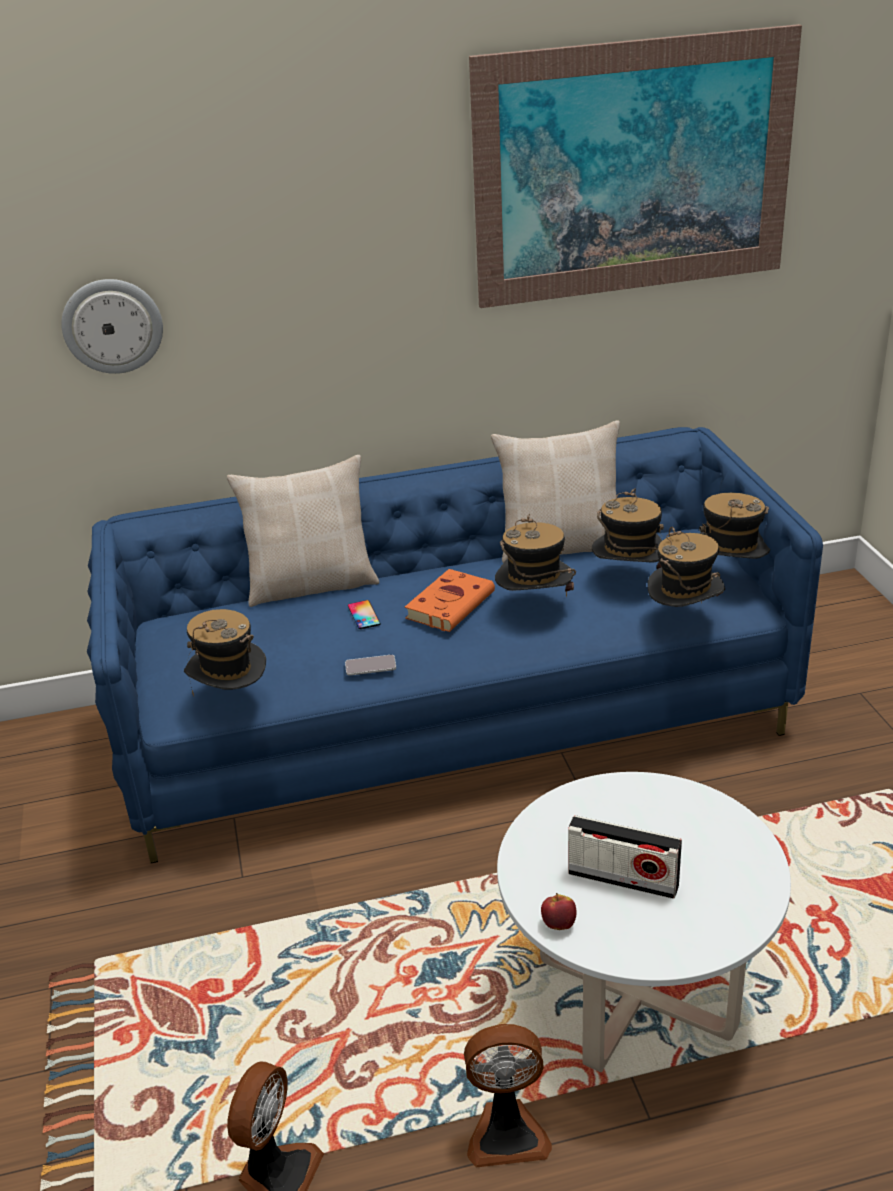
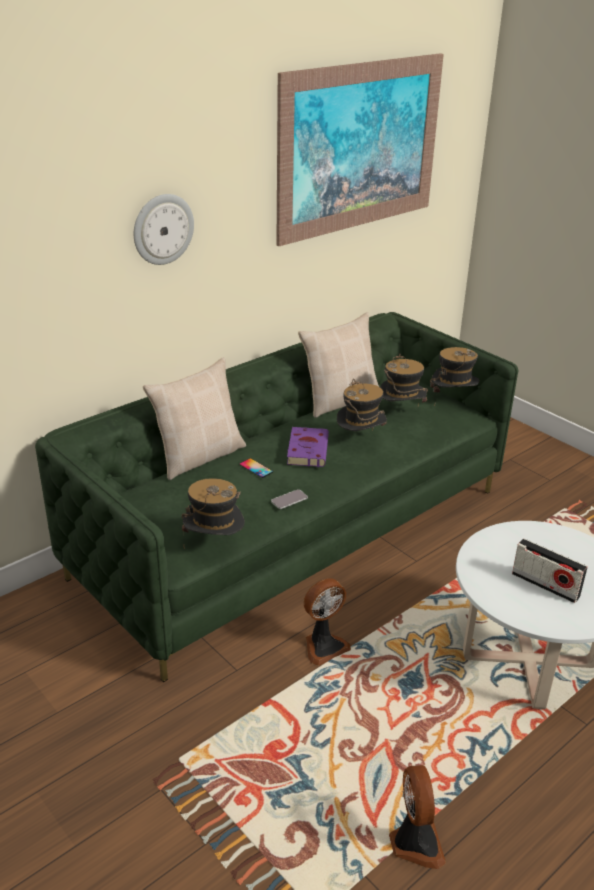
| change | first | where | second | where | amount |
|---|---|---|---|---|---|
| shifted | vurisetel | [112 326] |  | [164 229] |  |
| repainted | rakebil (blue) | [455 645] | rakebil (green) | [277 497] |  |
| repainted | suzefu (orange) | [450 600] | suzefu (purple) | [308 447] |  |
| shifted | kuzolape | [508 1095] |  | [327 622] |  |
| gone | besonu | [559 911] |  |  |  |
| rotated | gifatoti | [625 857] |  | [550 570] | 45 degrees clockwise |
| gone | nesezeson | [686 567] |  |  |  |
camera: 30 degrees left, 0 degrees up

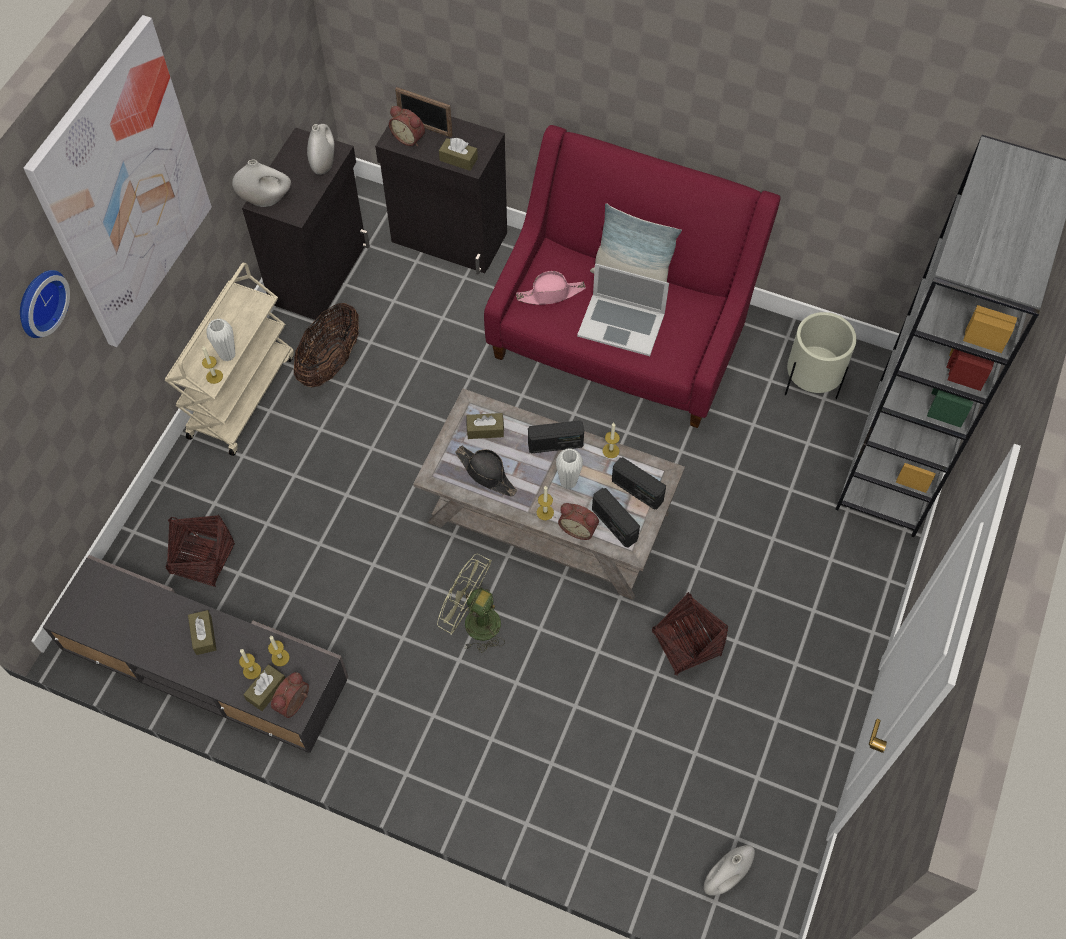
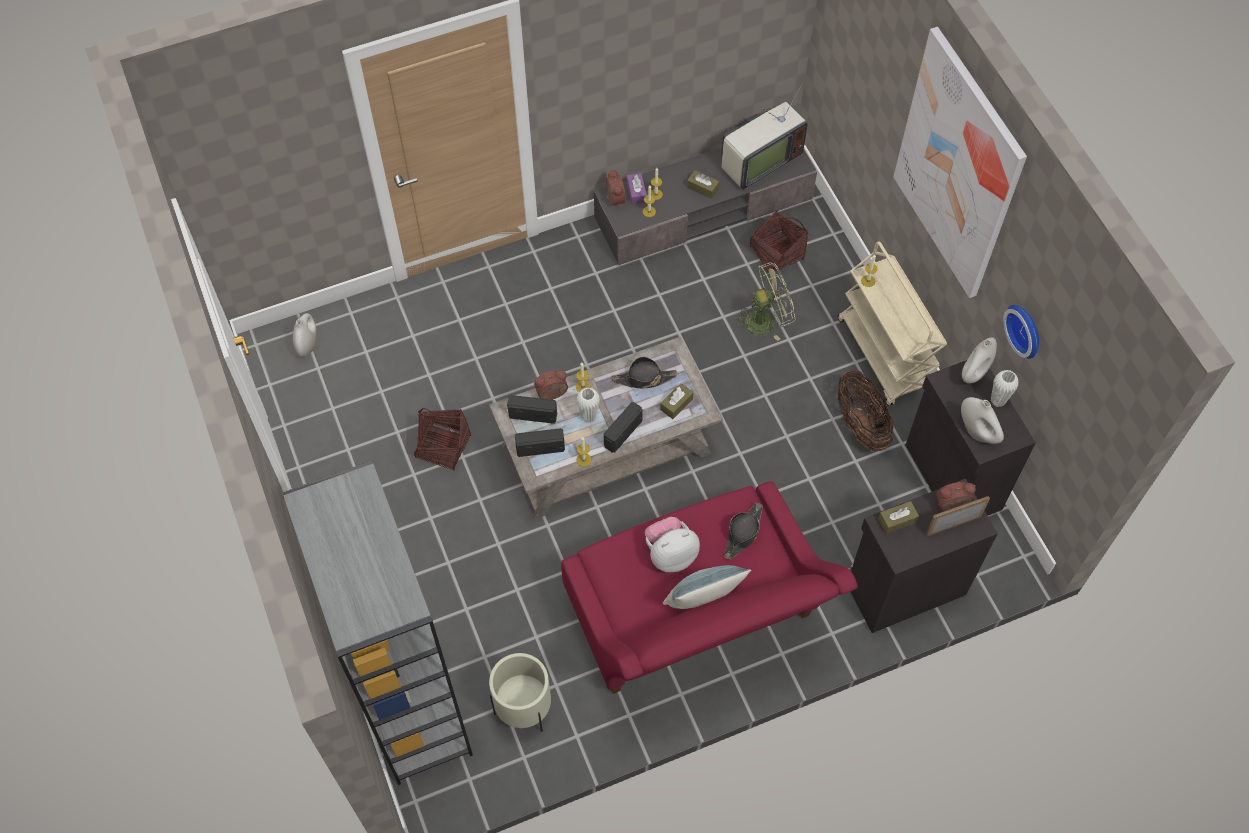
| change | first | where | second | where | amount |
|---|---|---|---|---|---|
| shifted | vurisetel | [45 304] |  | [1021 332] |  |
| shifted | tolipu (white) | [220 340] |  | [1004 388] |  |
| repainted | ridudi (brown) | [264 687] | ridudi (purple) | [637 189] |  |
| shifted | kuzolape (green) | [471 603] |  | [765 302] |  |
| repainted | nesezeson (pink) | [551 288] | nesezeson (black) | [743 531] |  |
| swapped | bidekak | [623 309] | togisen | [672 544] |  |
| new |  |  | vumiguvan | [764 135] |  |
camera: 135 degrees right, 0 degrees up

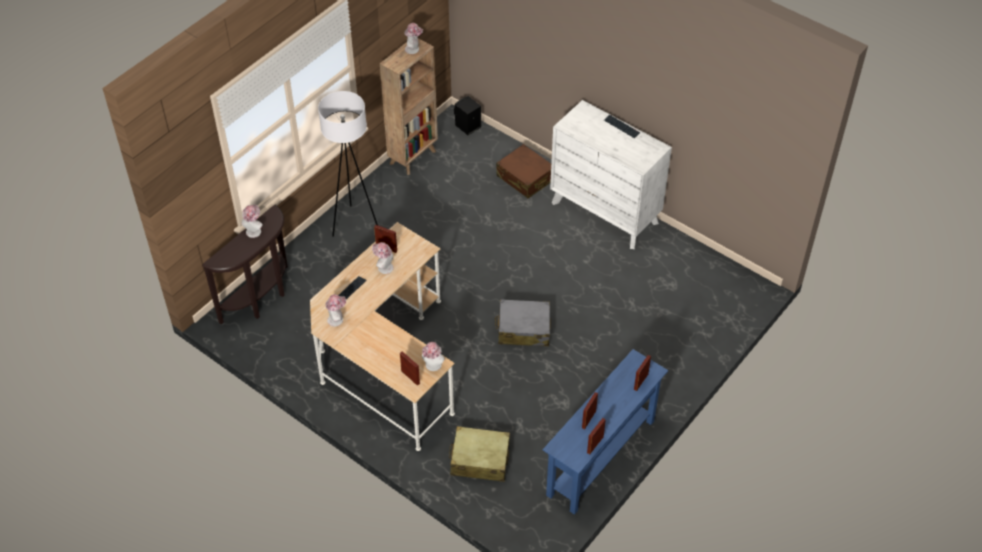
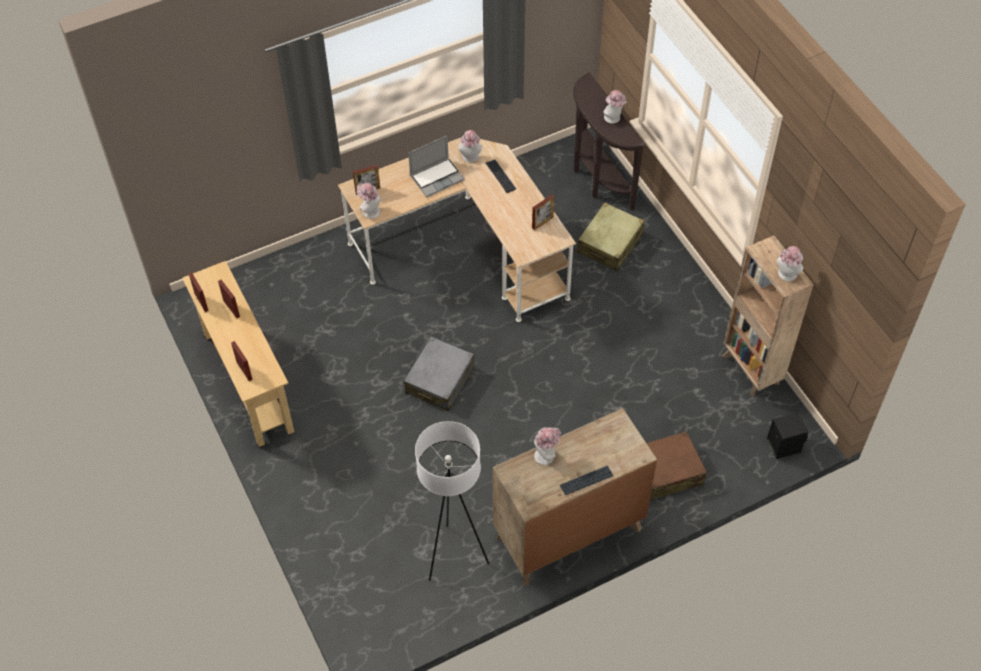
| change | first | where | second | where | amount |
|---|---|---|---|---|---|
| shifted | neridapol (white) | [348 164] |  | [452 501] |  |
| shifted | nesezeson | [382 258] |  | [547 446] |  |
| shifted | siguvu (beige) | [479 454] |  | [610 236] |  |
| repainted | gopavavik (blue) | [605 432] | gopavavik (beige) | [238 354] |  |
| repainted | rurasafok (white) | [611 174] | rurasafok (brown) | [574 497] |  |
| new |  |  | bidekak | [436 166] |  |
camera: 115 degrees right, 5 degrees up

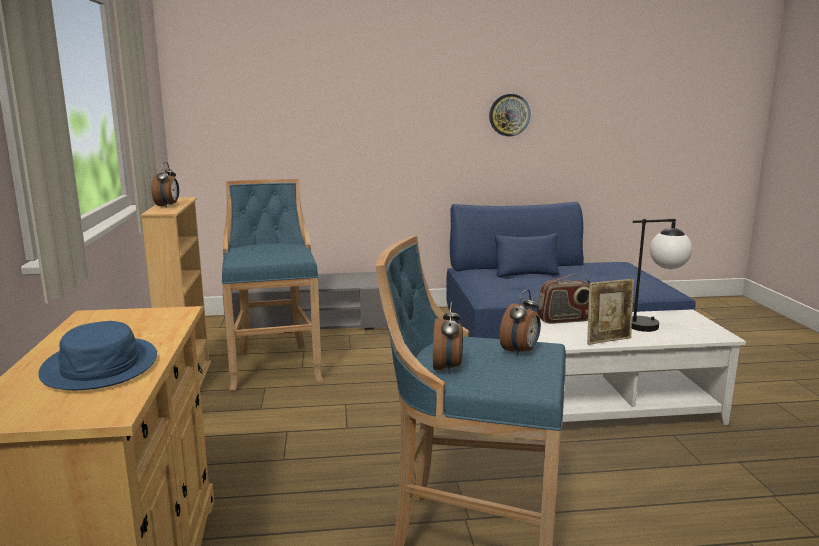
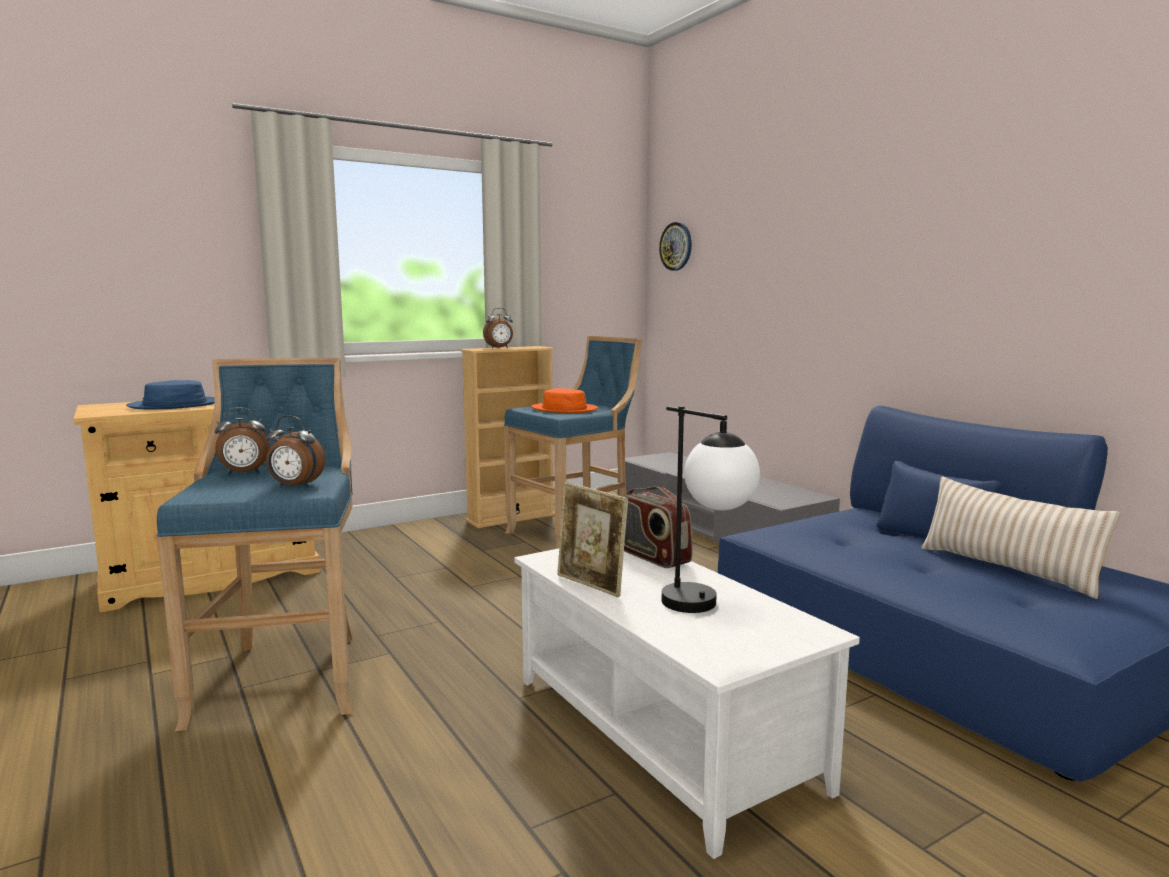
| change | first | where | second | where | amount |
|---|---|---|---|---|---|
| shifted | vurisetel | [510 115] |  | [675 246] |  |
| new |  |  | nesezeson (orange) | [564 400] |  |
| new |  |  | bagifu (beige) | [1020 538] |  |
camera: 65 degrees right, 5 degrees down

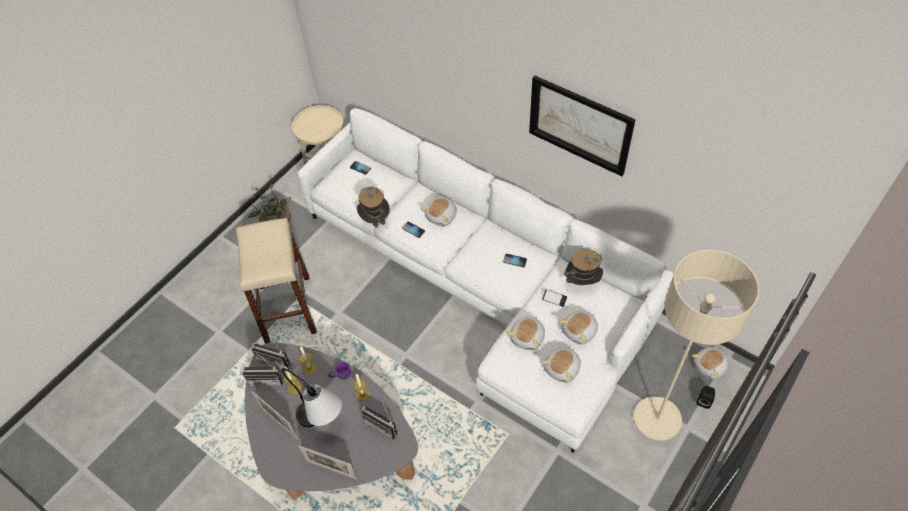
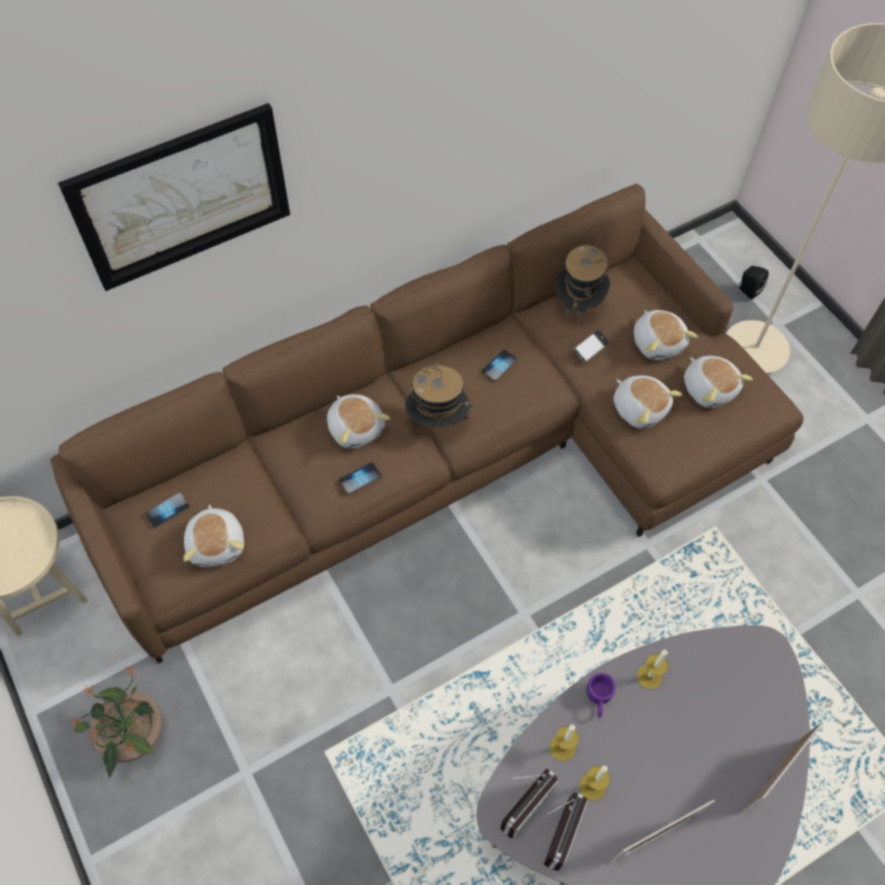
| change | first | where | second | where | amount |
|---|---|---|---|---|---|
| gone | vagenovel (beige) | [276 281] |  |  |  |
| gone | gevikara | [312 397] |  |  |  |
| repainted | rakebil (white) | [485 280] | rakebil (brown) | [427 423] |  |
| shifted | nesezeson | [373 208] |  | [438 393] |  |
| gone | gifatoti | [379 419] |  |  |  |
| shifted | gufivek | [582 125] |  | [174 197] |  |
| shifted | togisen | [710 363] |  | [213 536] |  |
camera: 70 degrees left, 5 degrees up

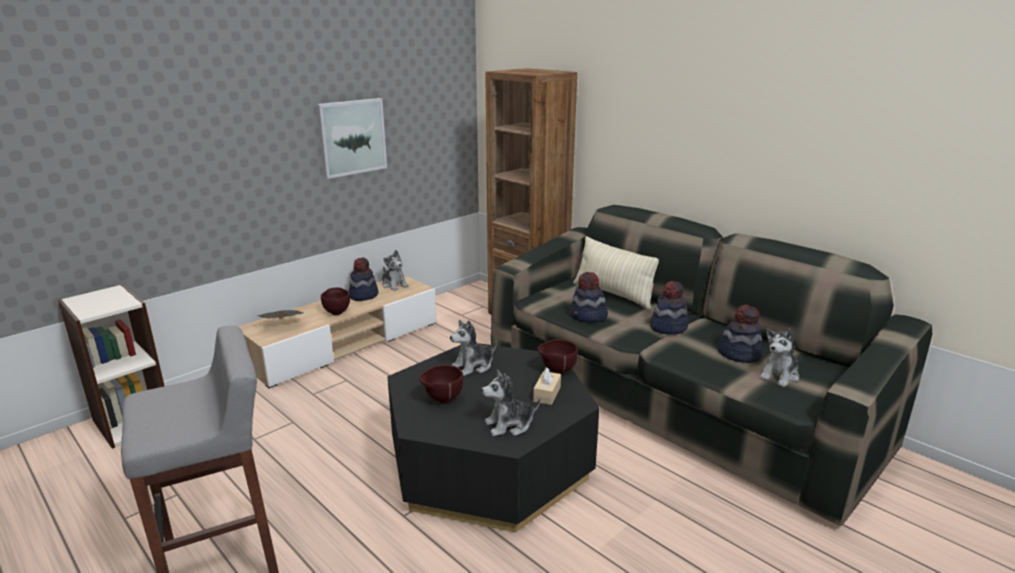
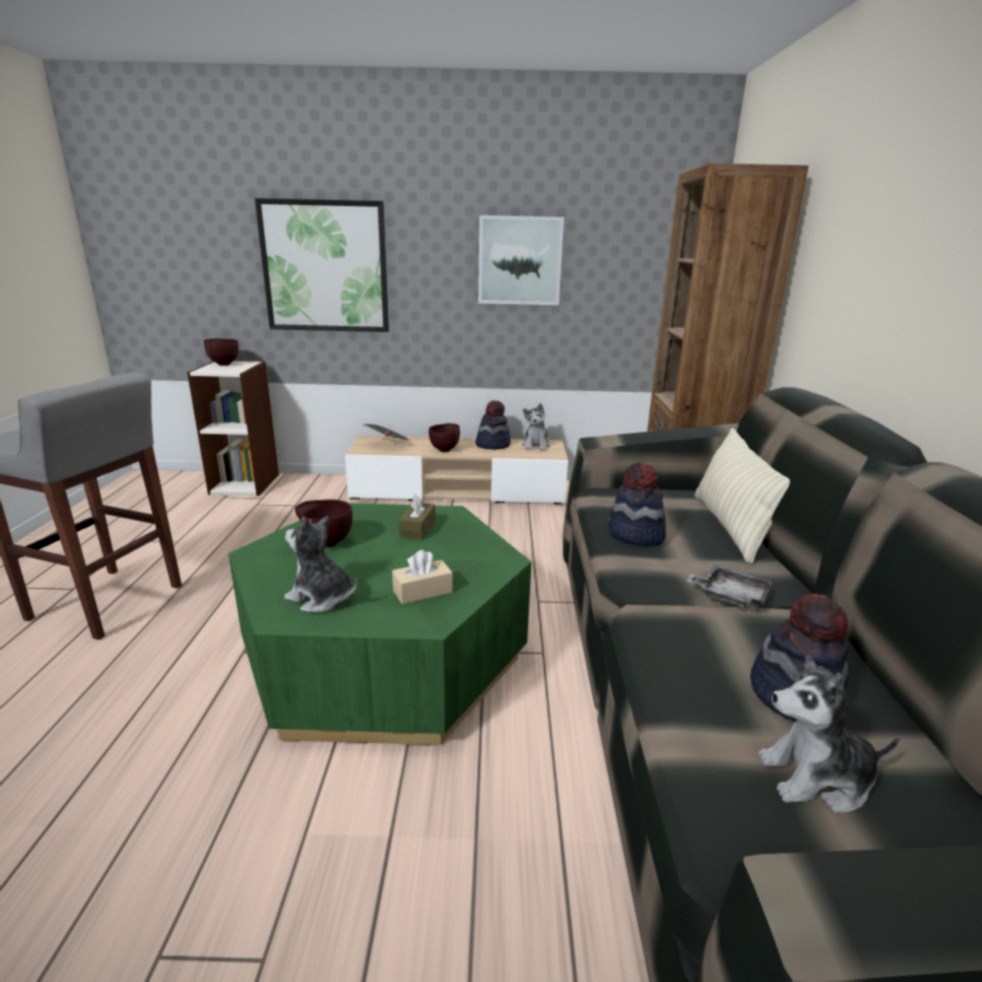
| change | first | where | second | where | amount |
|---|---|---|---|---|---|
| repainted | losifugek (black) | [493 437] | losifugek (green) | [379 624] |  |
| swapped | togisen | [473 348] | ridudi (brown) | [417 517] |  |
| shifted | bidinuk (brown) | [558 356] |  | [221 352] |  |
| swapped | nesezeson | [669 308] | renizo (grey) | [729 588] |  |
| new |  |  | gufivek | [322 265] |  |
camera: 45 degrees right, 0 degrees up

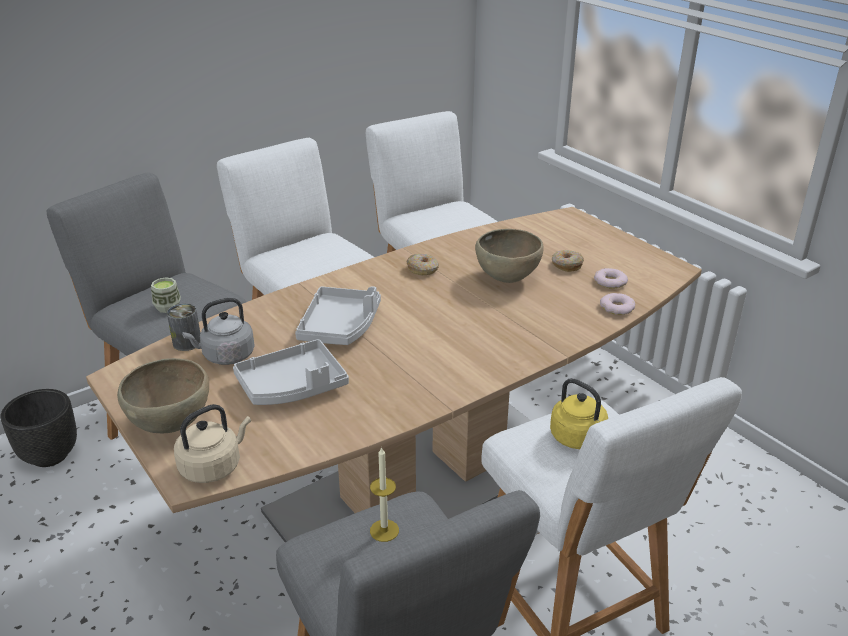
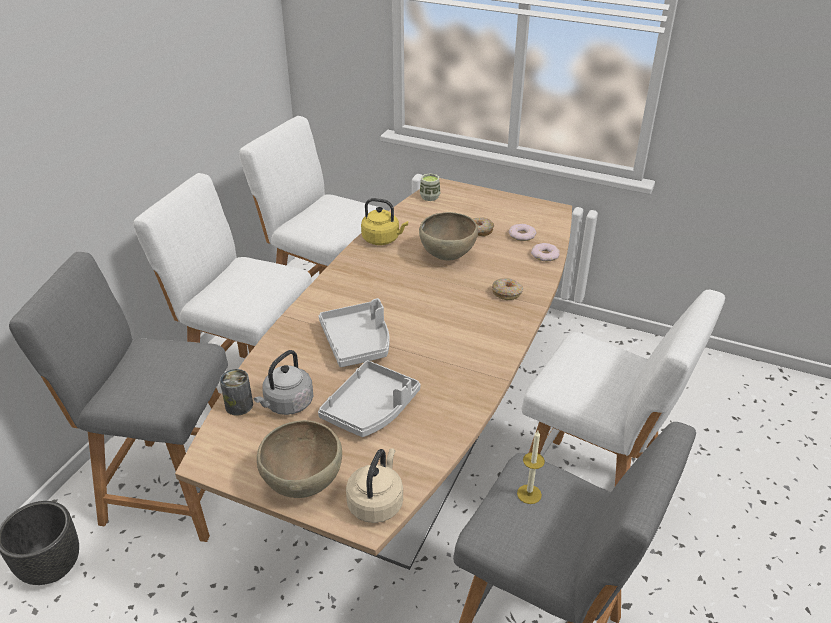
| change | first | where | second | where | amount |
|---|---|---|---|---|---|
| shifted | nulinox | [166 295] |  | [430 187] |  |
| shifted | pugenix | [422 264] |  | [507 289] |  |
| shifted | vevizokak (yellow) | [579 413] |  | [384 221] |  |
camera: 30 degrees left, 5 degrees up

